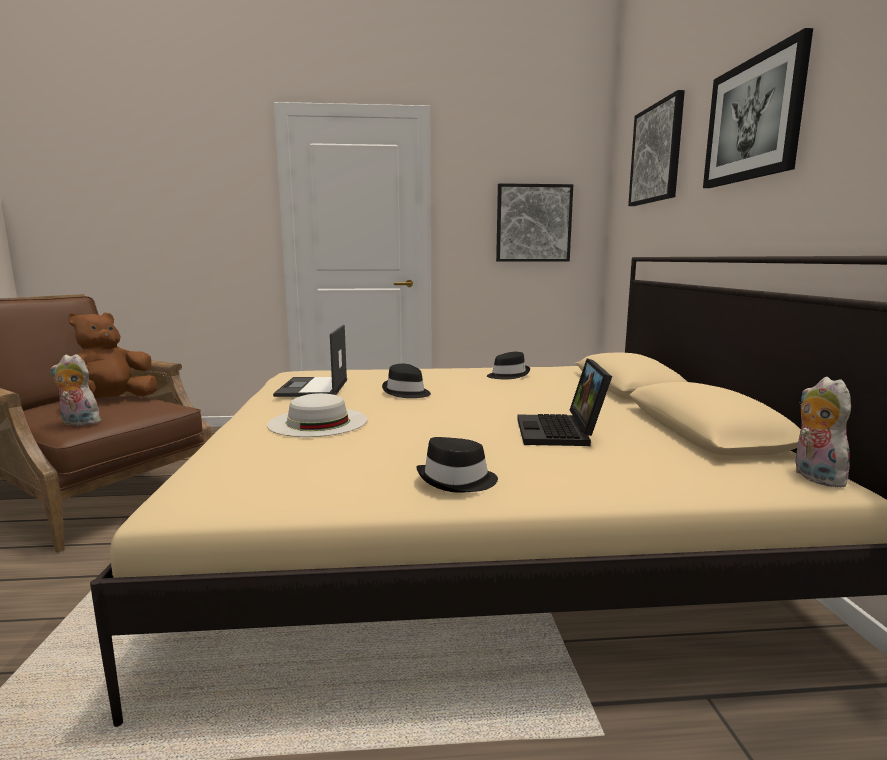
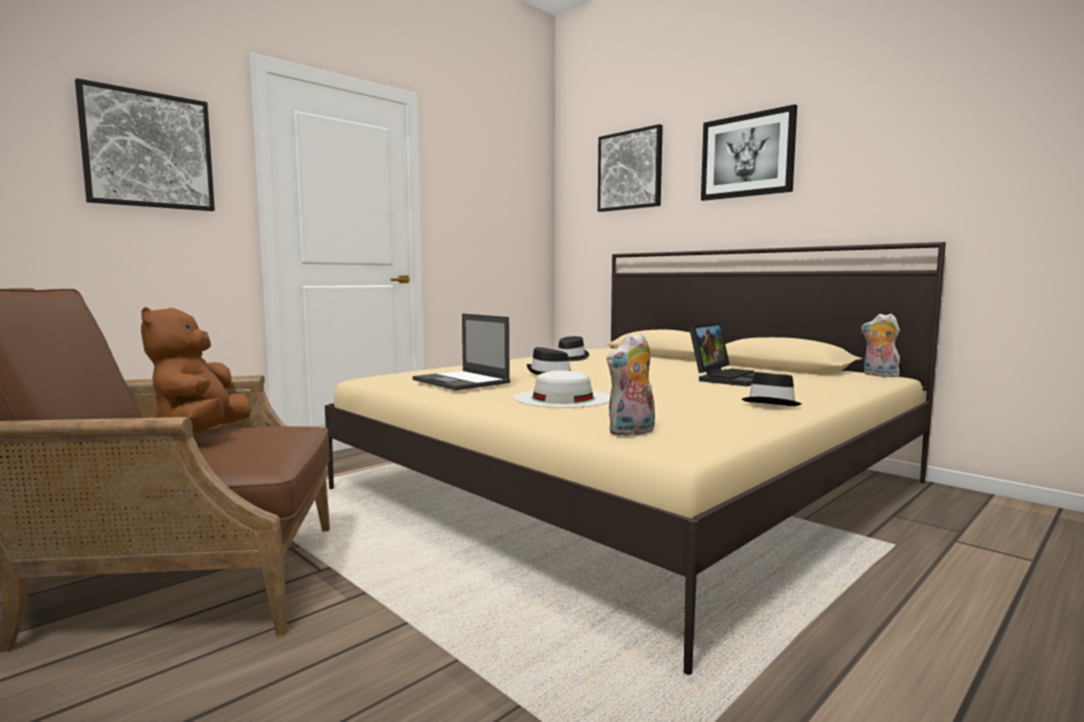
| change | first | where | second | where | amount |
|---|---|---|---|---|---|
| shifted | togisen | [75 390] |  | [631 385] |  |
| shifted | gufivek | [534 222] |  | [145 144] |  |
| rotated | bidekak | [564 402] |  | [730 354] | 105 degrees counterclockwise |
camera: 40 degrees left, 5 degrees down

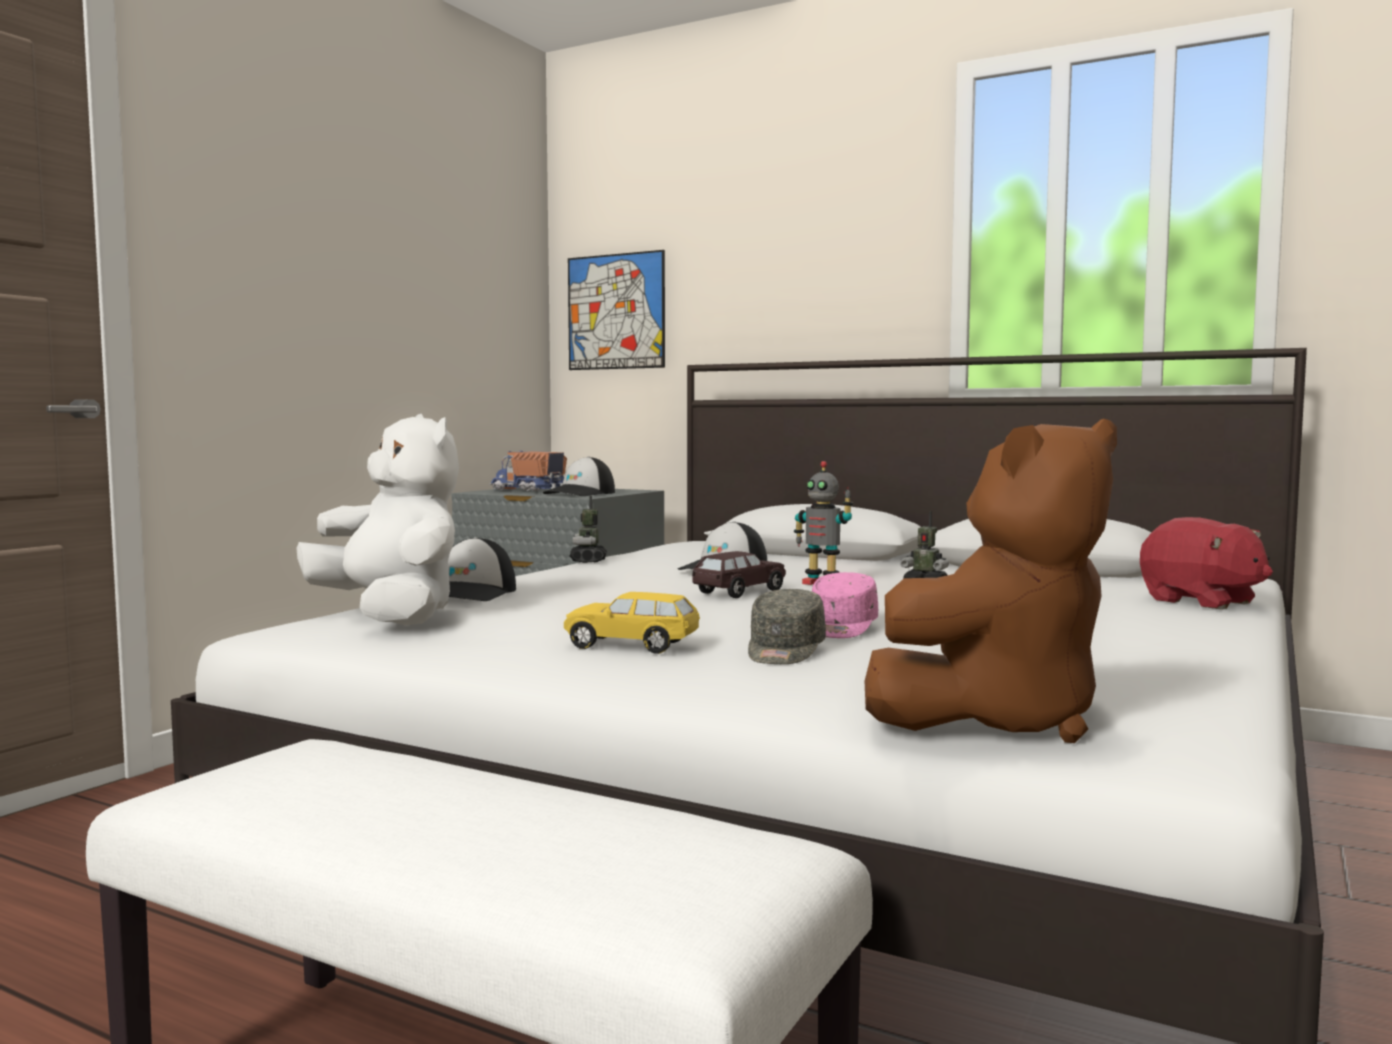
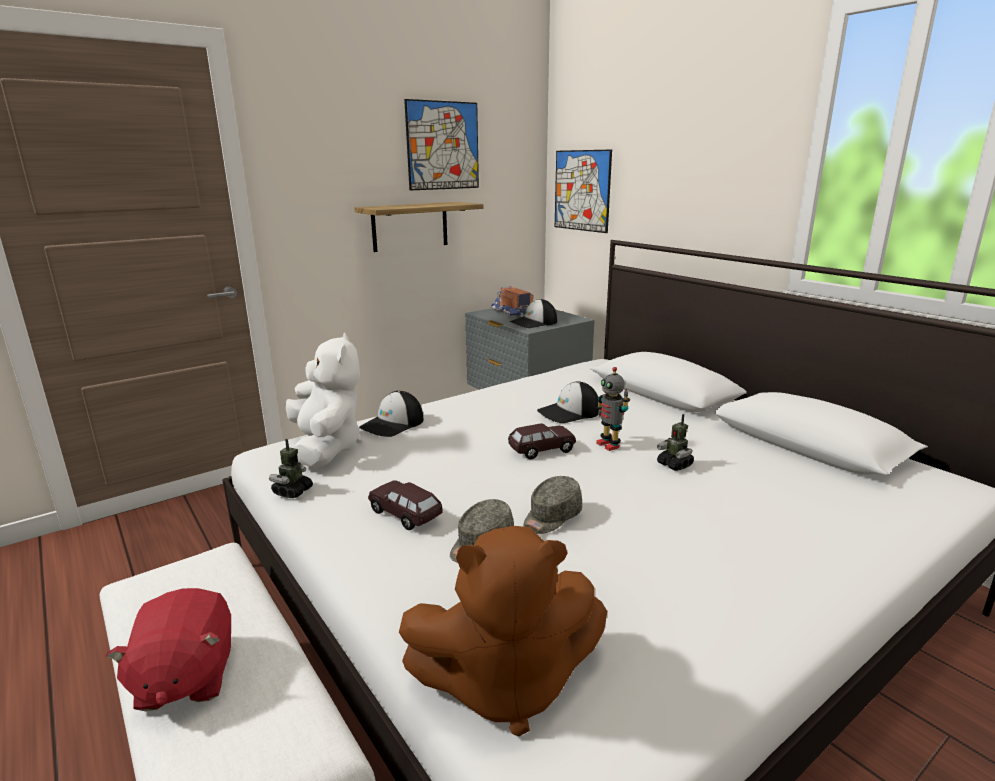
| change | first | where | second | where | amount |
|---|---|---|---|---|---|
| repainted | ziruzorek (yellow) | [632 623] | ziruzorek (brown) | [405 505] |  |
| shifted | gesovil | [588 529] |  | [291 468] |  |
| repainted | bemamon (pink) | [845 605] | bemamon (grey) | [552 505] |  |
| shifted | togisen (red) | [1206 563] |  | [168 649] |  |
| new |  |  | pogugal | [419 227] |  |
| new |  |  | gufivek | [441 145] |  |
camera: 25 degrees right, 15 degrees up

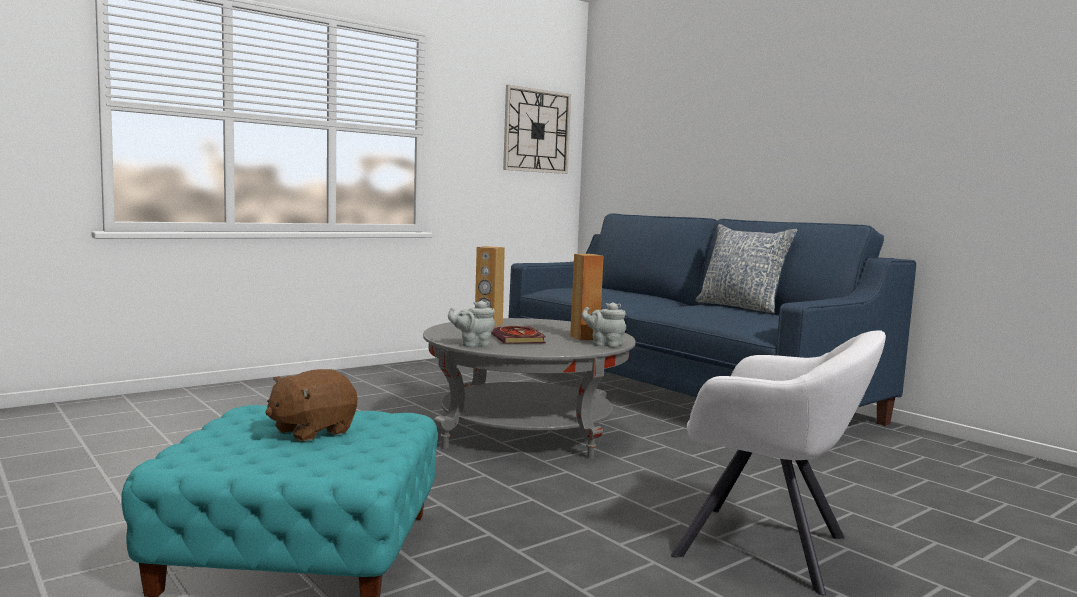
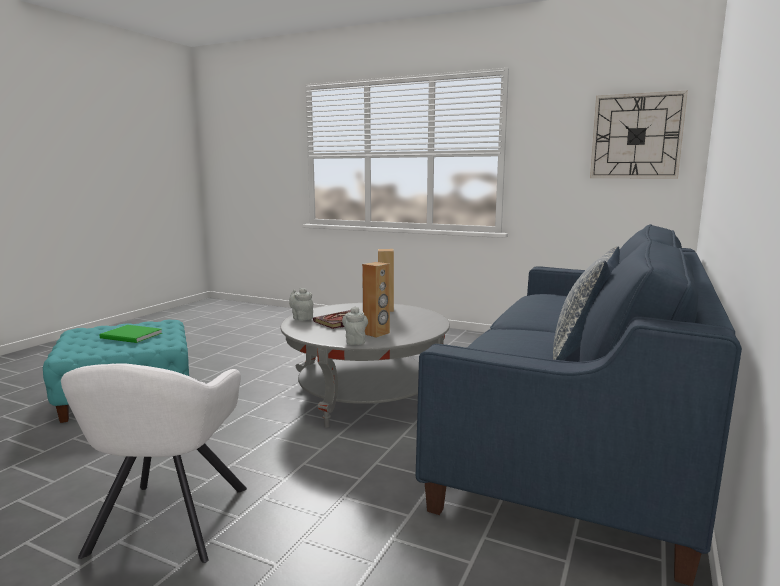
| change | first | where | second | where | amount |
|---|---|---|---|---|---|
| swapped | togisen (brown) | [311 405] | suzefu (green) | [130 334] |  |
camera: 65 degrees right, 5 degrees up

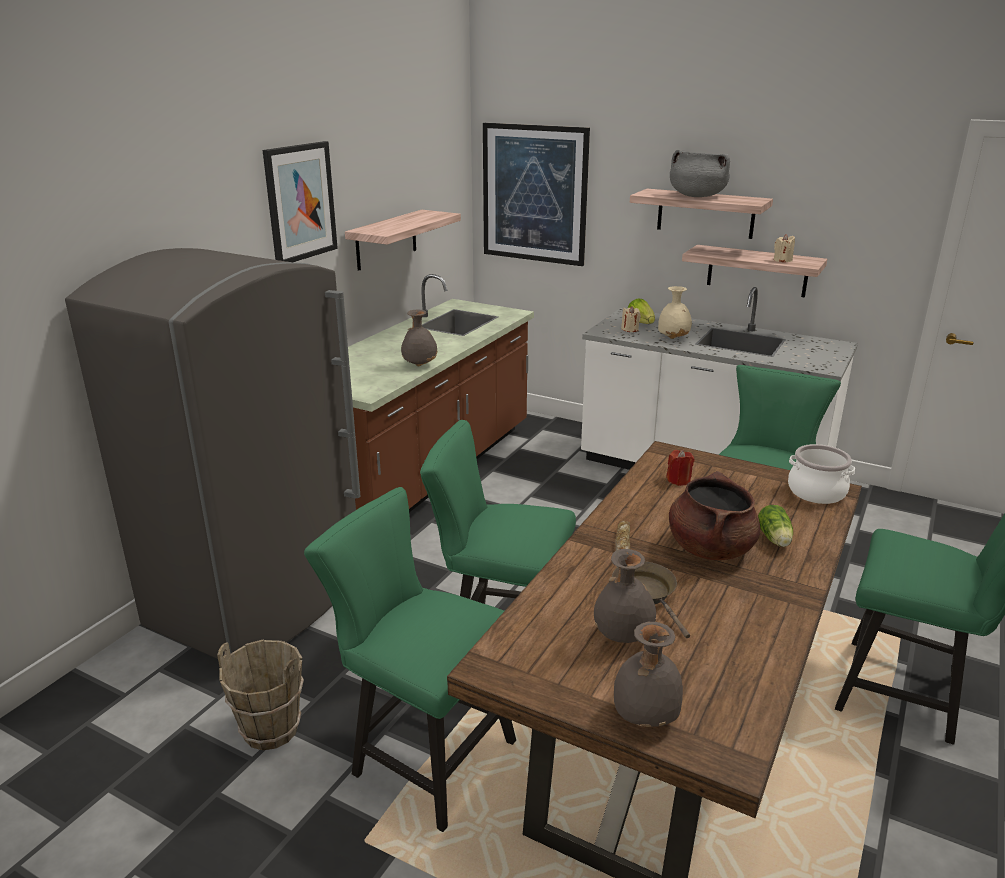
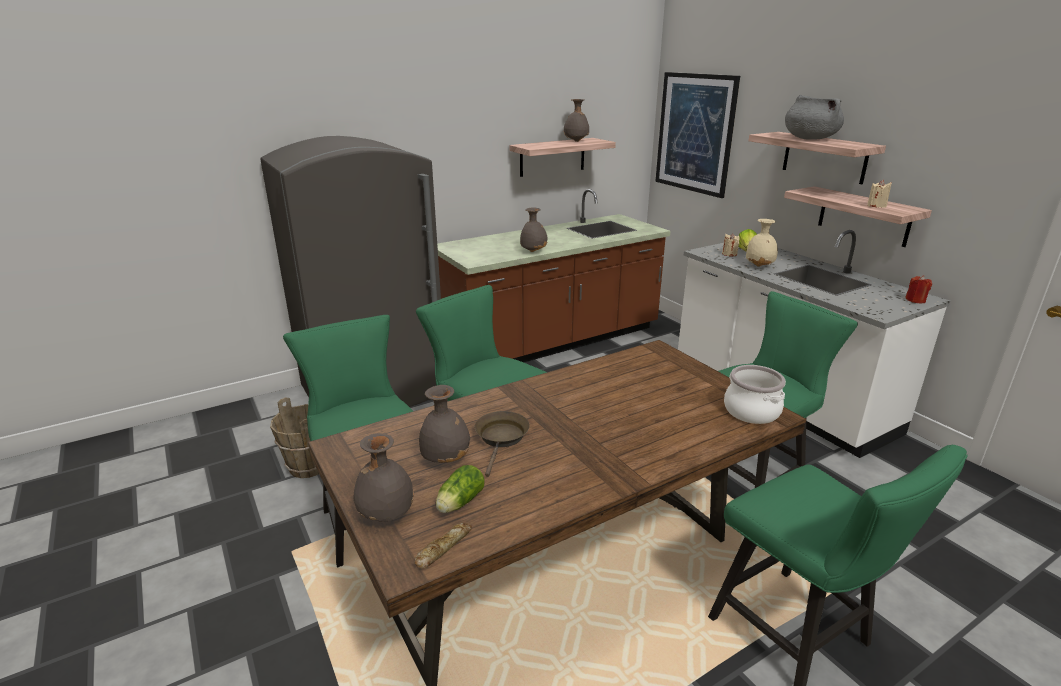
| change | first | where | second | where | amount |
|---|---|---|---|---|---|
| gone | gufivek | [300 201] |  |  |  |
| shifted | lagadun | [622 535] |  | [443 546] |  |
| shifted | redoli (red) | [680 468] |  | [919 289] |  |
| gone | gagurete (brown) | [714 515] |  |  |  |
| shifted | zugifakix | [775 526] |  | [460 489] |  |
| new |  |  | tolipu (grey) | [576 120] |  |
camera: 30 degrees right, 0 degrees up

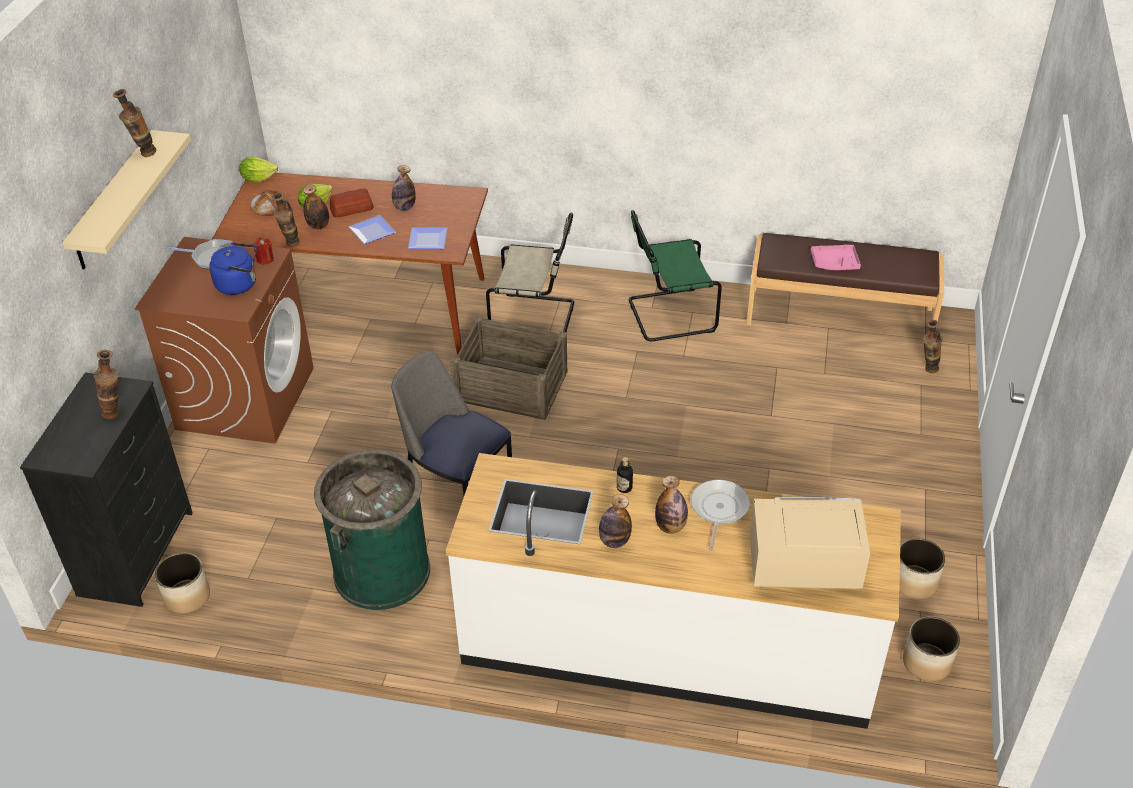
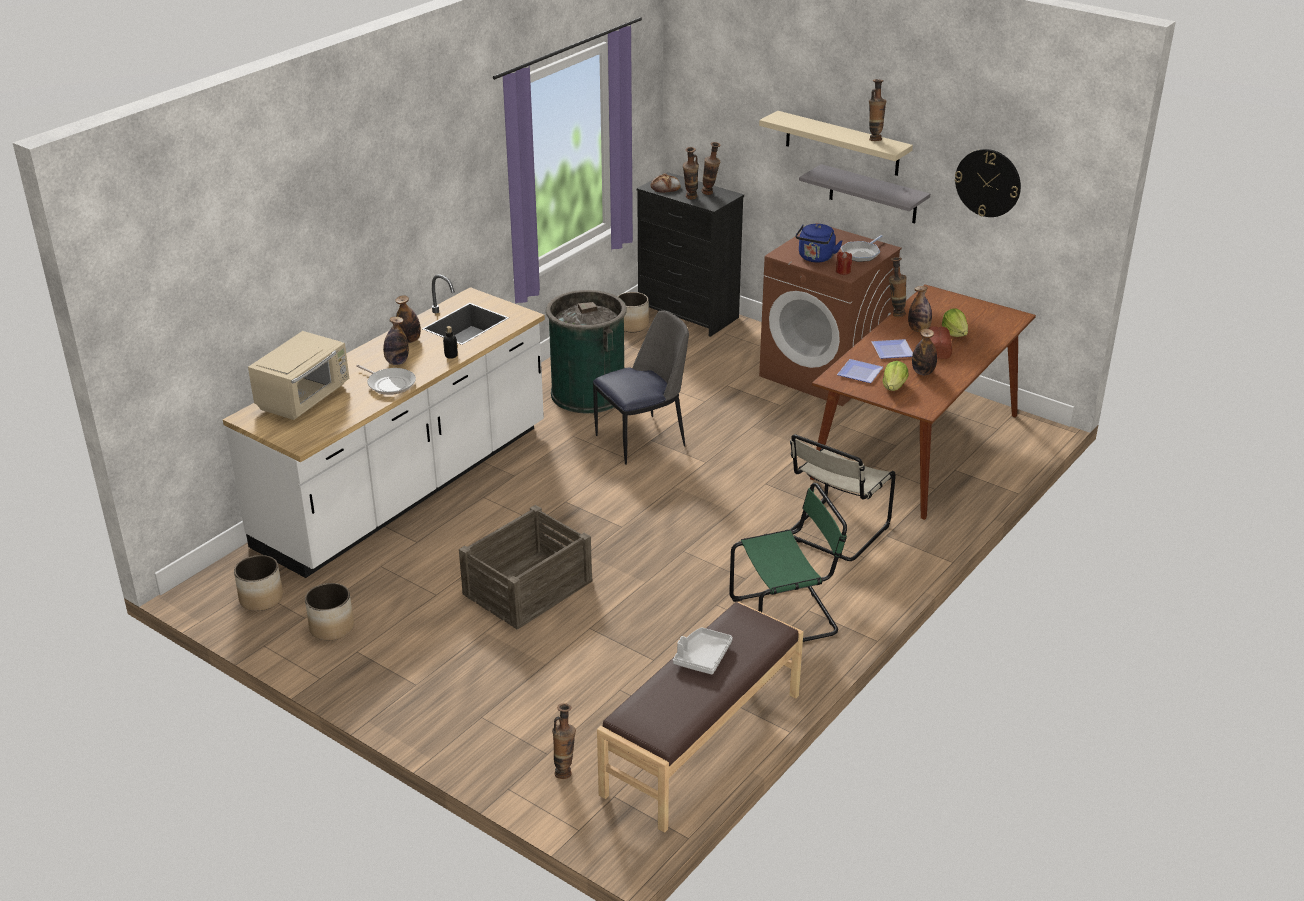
| change | first | where | second | where | amount |
|---|---|---|---|---|---|
| shifted | zugifakix | [258 169] |  | [895 376] |  |
| shifted | lagadun | [268 203] |  | [666 183] |  |
| shifted | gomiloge | [509 367] |  | [526 567] |  |
| rotated | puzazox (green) | [675 275] |  | [788 562] | 60 degrees clockwise |
| repainted | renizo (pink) | [835 257] | renizo (grey) | [703 651] |  |
| new |  |  | tolipu | [711 168] |  |
| new |  |  | pogugal (grey) | [864 193] |  |
| new |  |  | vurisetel | [988 183] |  |
camera: 115 degrees right, 10 degrees down

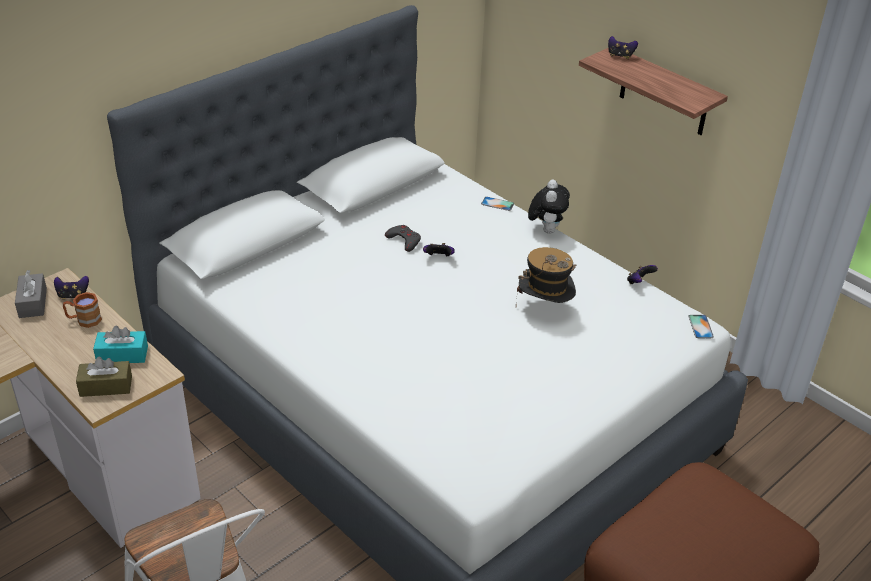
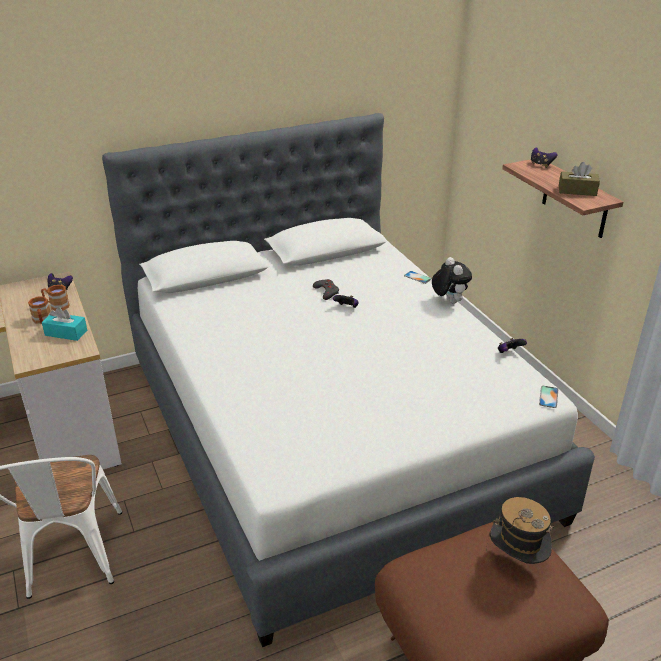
| change | first | where | second | where | amount |
|---|---|---|---|---|---|
| gone | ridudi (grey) | [31 294] |  |  |  |
| shifted | ridudi (brown) | [104 377] |  | [579 179] |  |
| shifted | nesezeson | [546 276] |  | [520 530] |  |
| rotated | togisen | [549 207] |  | [452 280] | 45 degrees counterclockwise |
| new |  |  | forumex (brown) | [39 310] |  |
camera: 20 degrees right, 5 degrees down

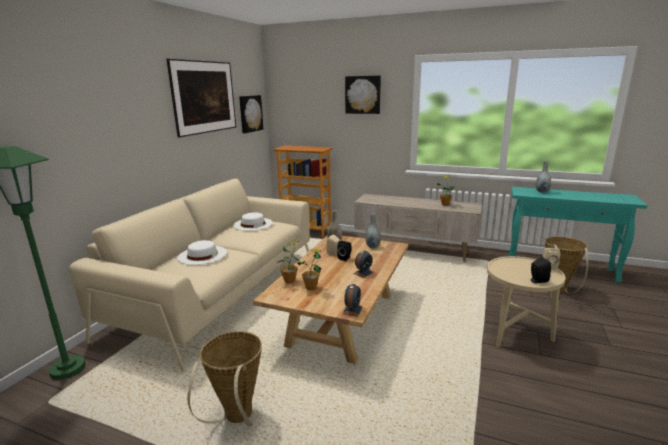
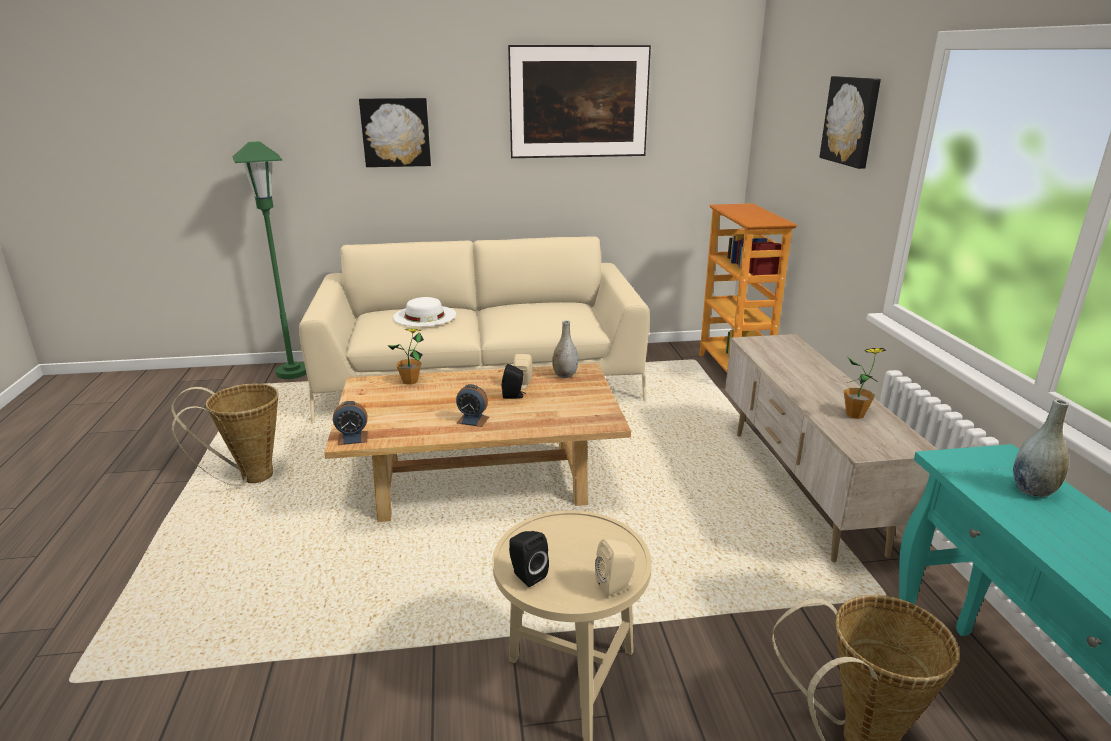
| change | first | where | second | where | amount |
|---|---|---|---|---|---|
| gone | nesezeson (white) | [253 221] |  |  |  |
| shifted | gufivek | [251 114] |  | [395 132] |  |
| gone | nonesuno | [309 270] |  |  |  |
| gone | tolipu (grey) | [373 230] |  |  |  |
camera: 60 degrees right, 5 degrees up

